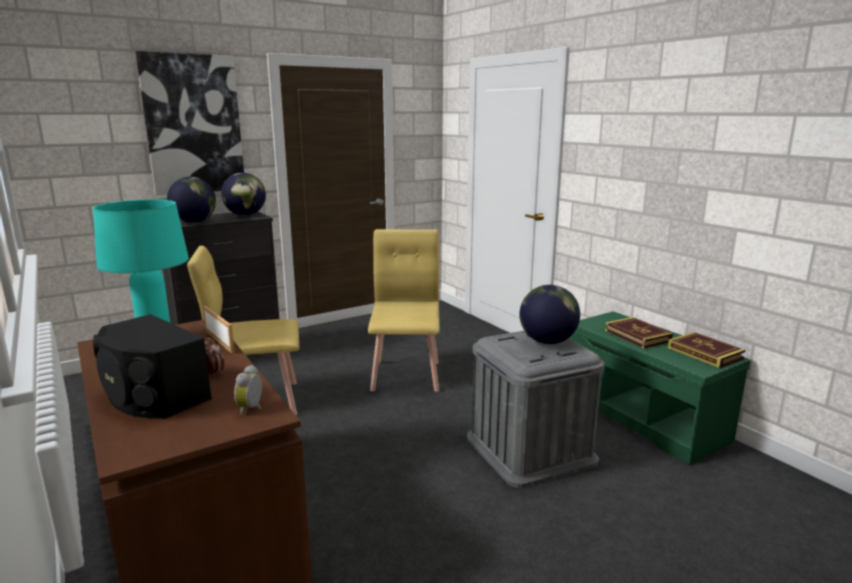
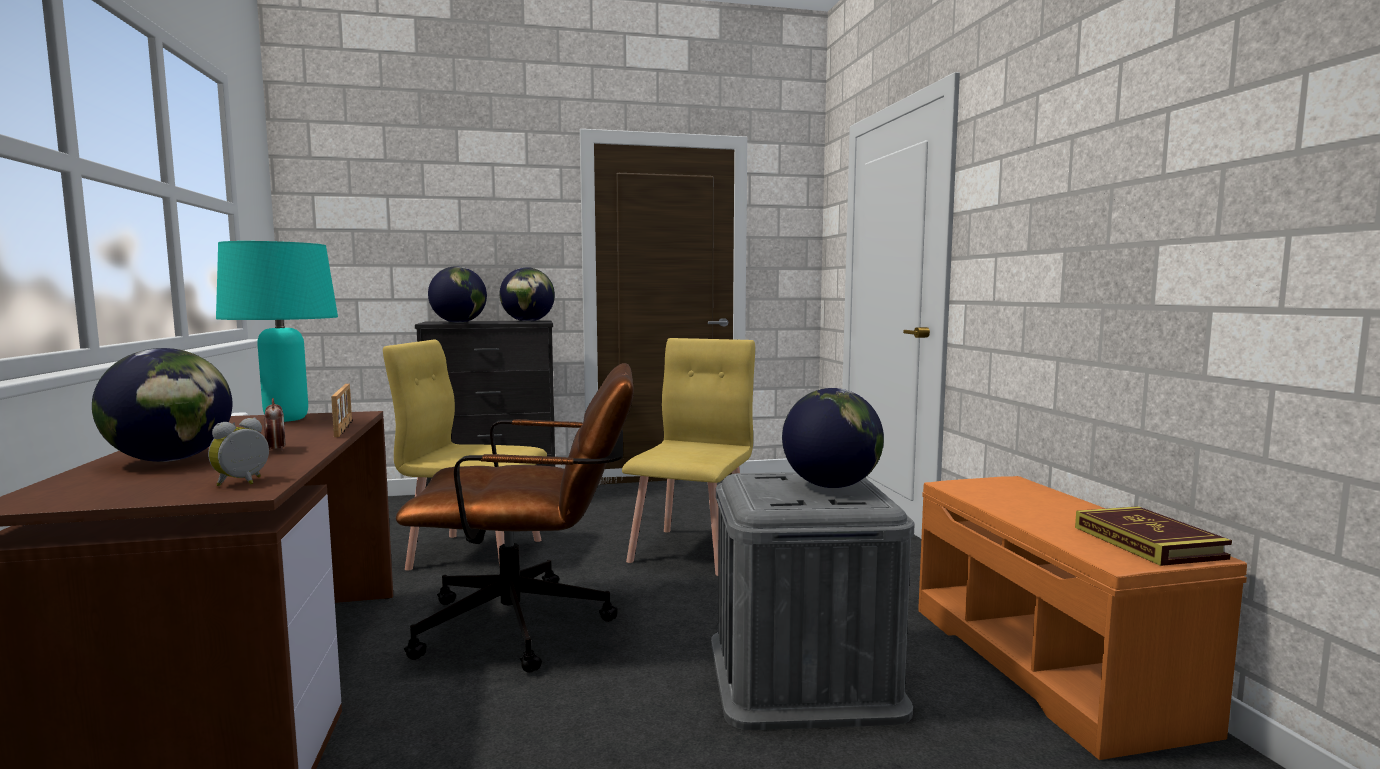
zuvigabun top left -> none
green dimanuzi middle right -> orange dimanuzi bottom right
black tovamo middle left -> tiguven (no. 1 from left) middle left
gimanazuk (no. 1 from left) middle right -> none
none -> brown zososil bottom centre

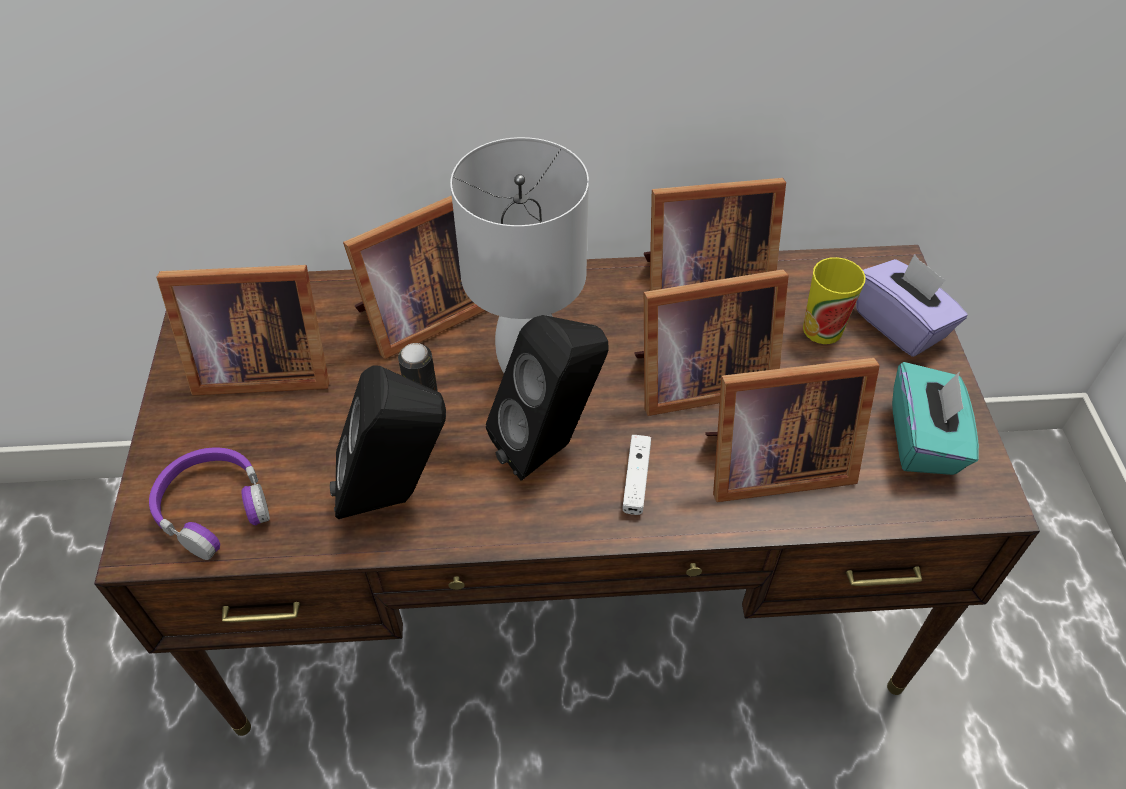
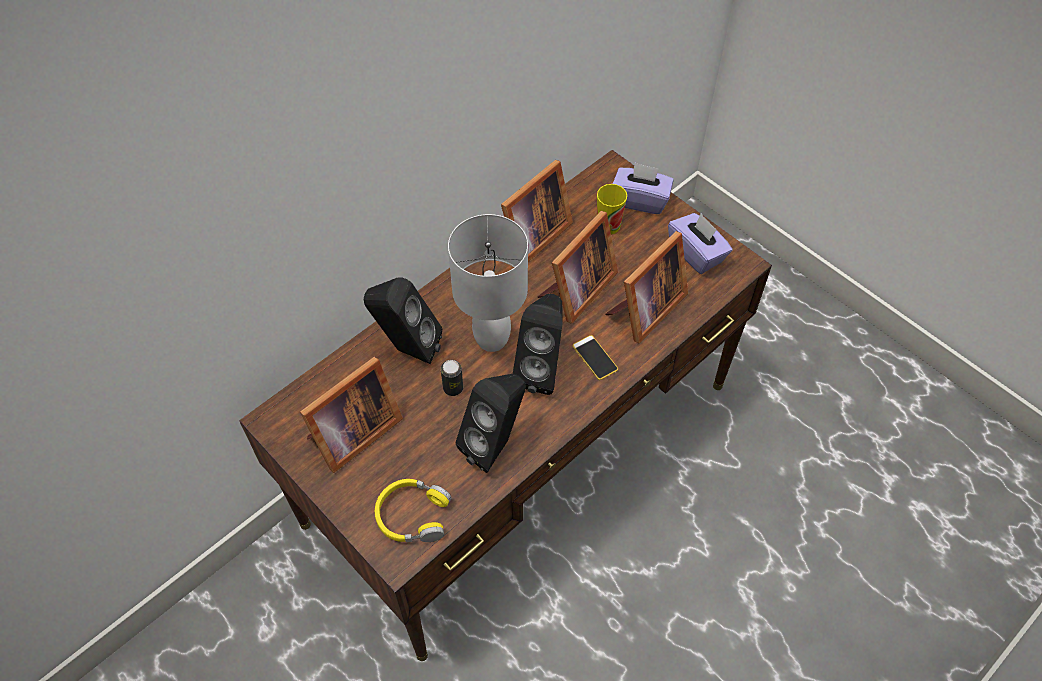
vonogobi (no. 2 from left) centre -> black tovamo (no. 1 from left) centre
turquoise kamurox middle right -> purple kamurox (no. 2 from left) middle right
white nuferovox centre -> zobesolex centre
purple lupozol middle left -> yellow lupozol bottom centre

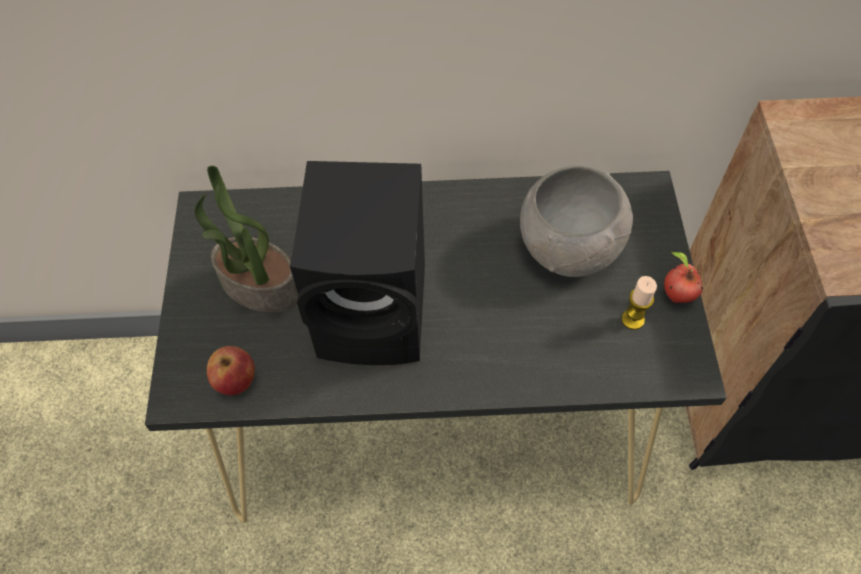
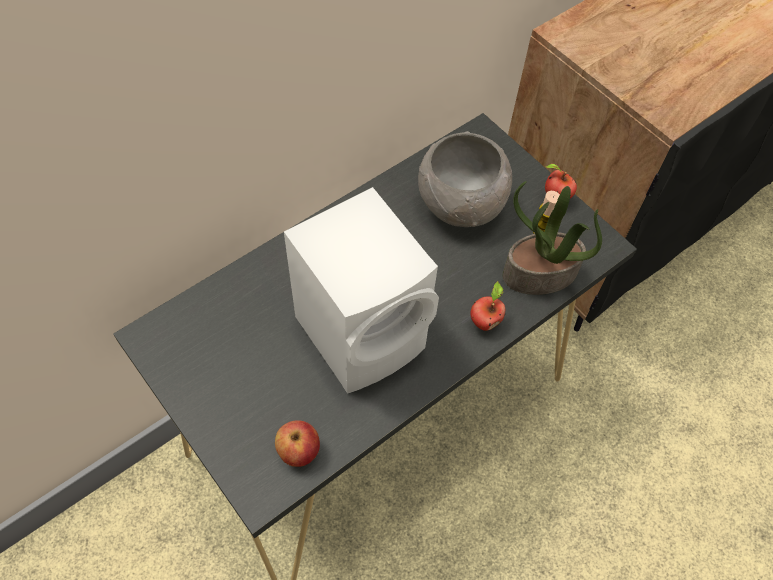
black tovamo centre -> white tovamo centre
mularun middle left -> mularun middle right, shifted
none -> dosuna (no. 2 from left) centre

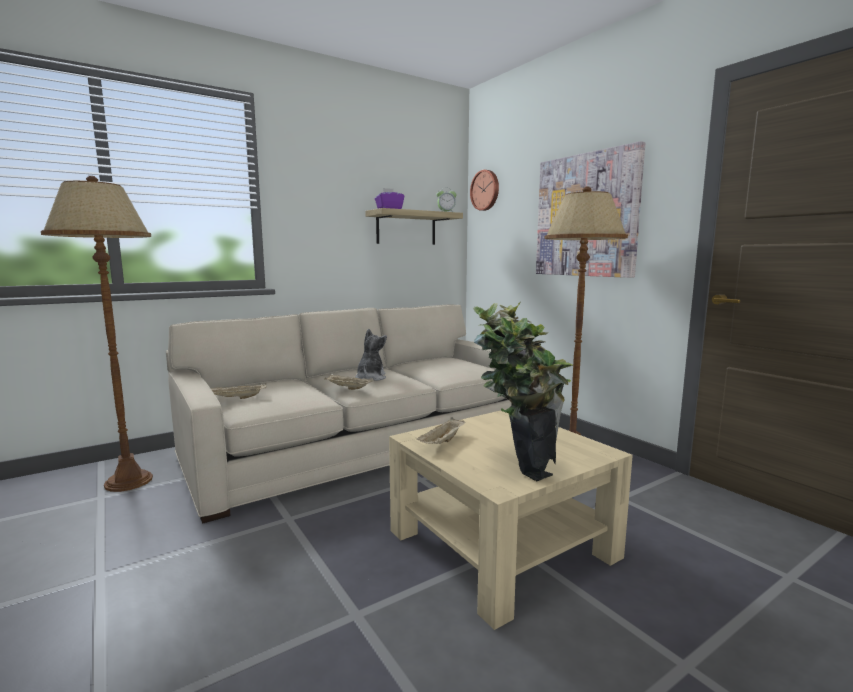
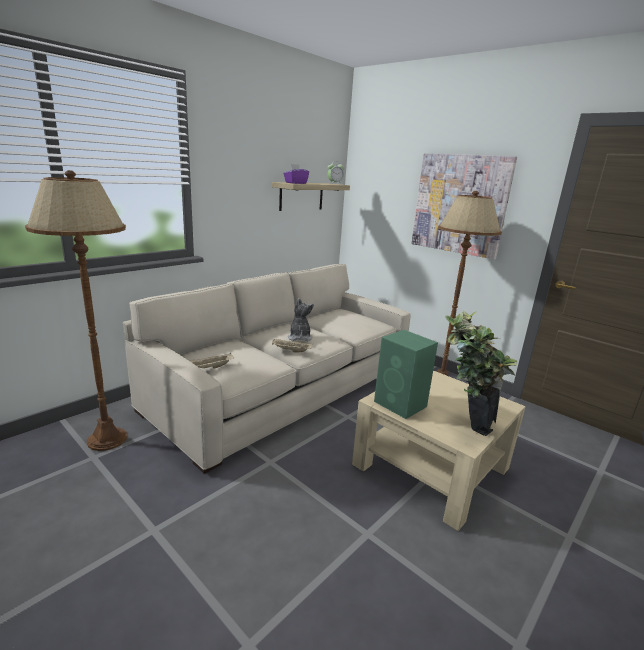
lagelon top centre -> none
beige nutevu (no. 3 from left) centre -> green tovamo centre

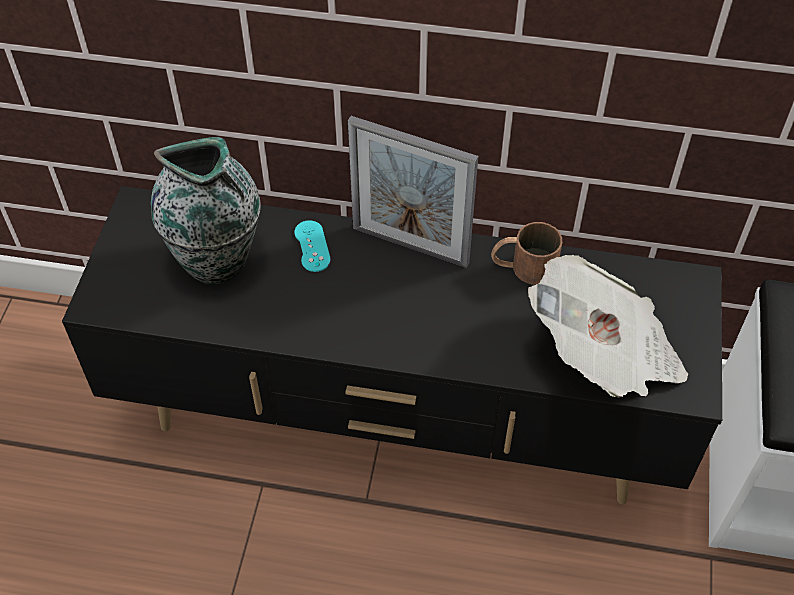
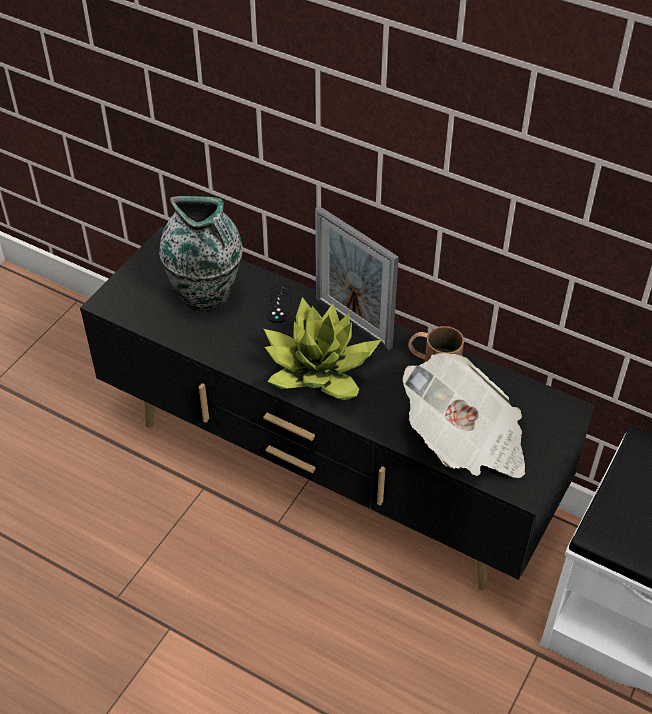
turquoise nuferovox centre -> black nuferovox centre
none -> mularun centre

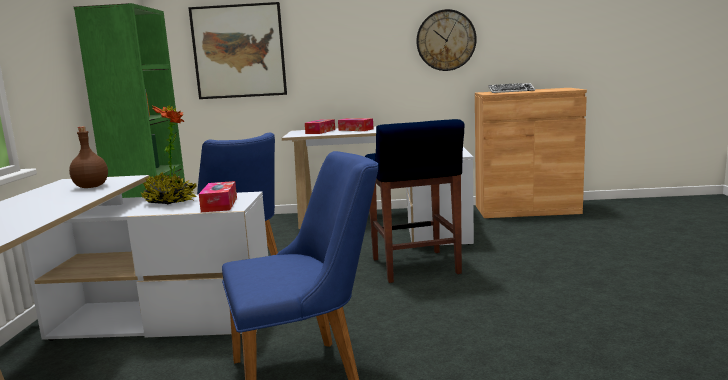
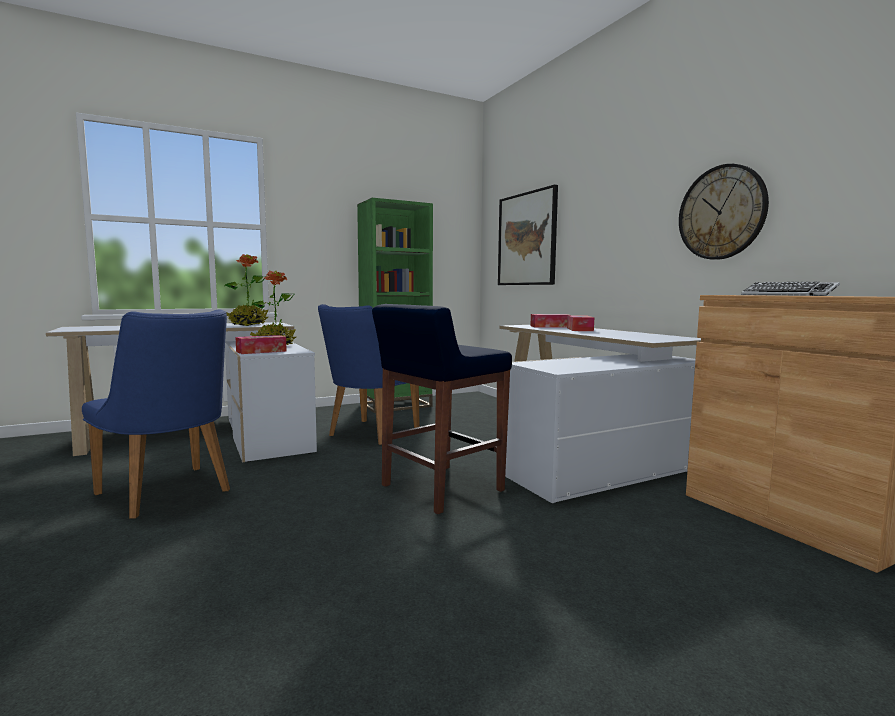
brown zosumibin middle left -> mularun (no. 1 from left) middle left

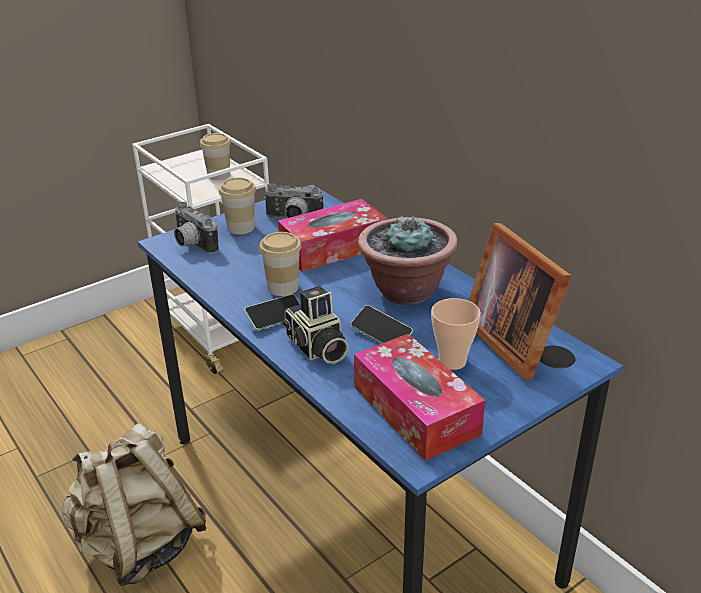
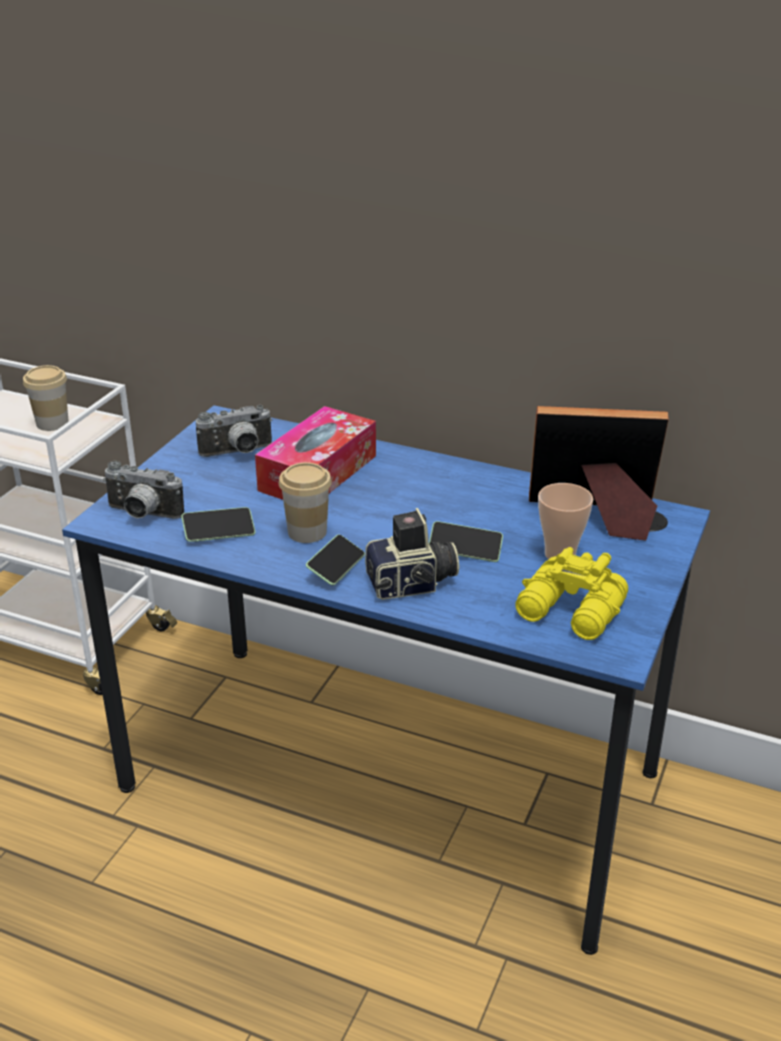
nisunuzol (no. 2 from left) centre -> none
mularun centre -> none
vonogobi middle right, 150 degrees clockwise
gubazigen (no. 3 from left) centre, 45 degrees counterclockwise
kamurox (no. 2 from left) bottom centre -> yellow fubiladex middle right
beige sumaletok bottom left -> none
none -> zobesolex (no. 1 from left) middle left

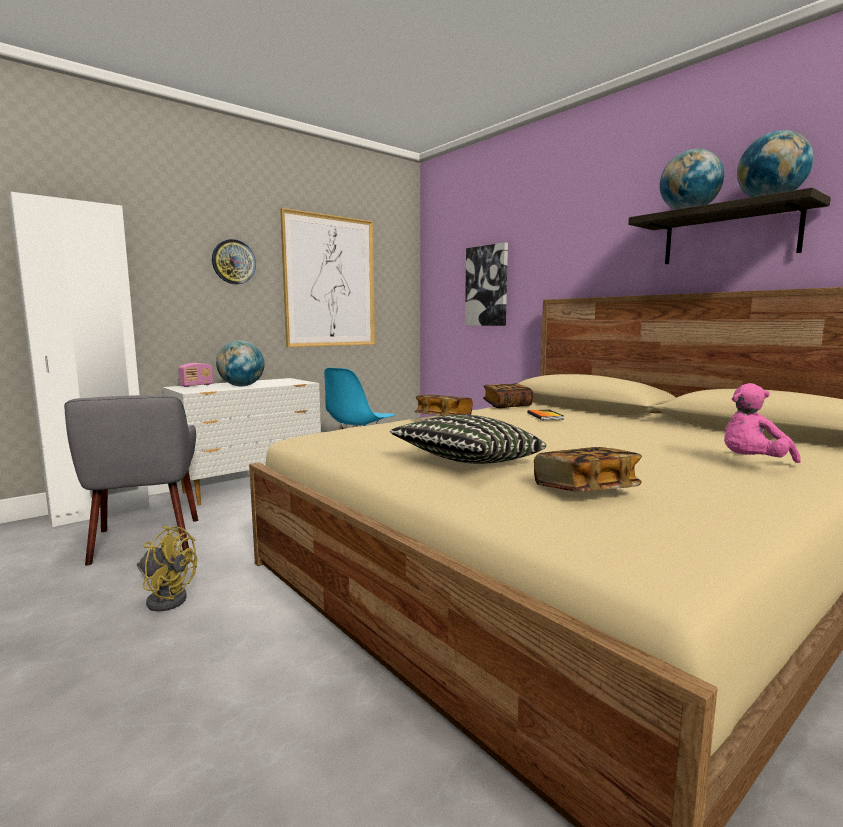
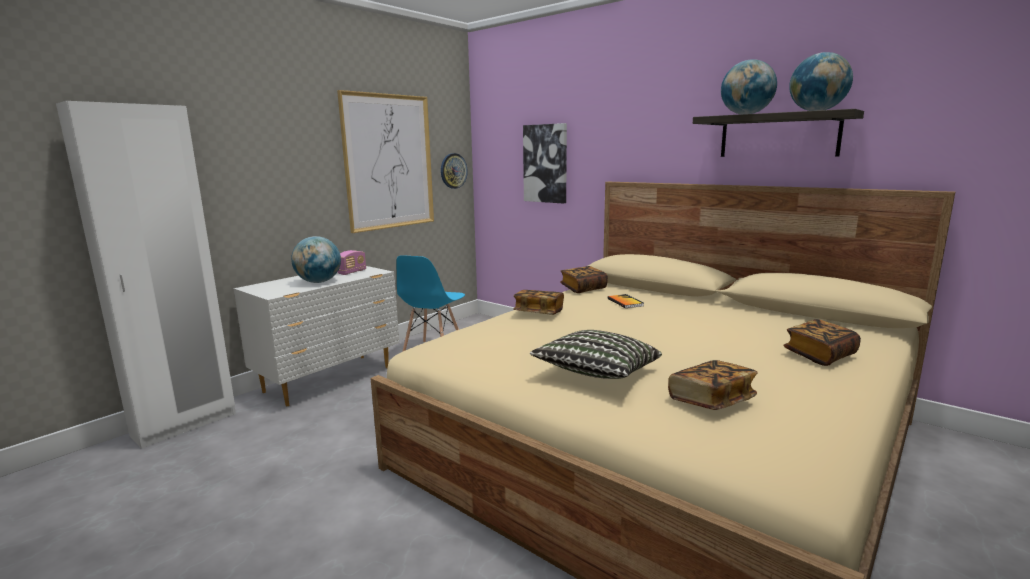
lagelon top left -> lagelon top centre, shifted
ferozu middle left -> ferozu centre, shifted
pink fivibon middle right -> gimanazuk (no. 5 from left) middle right
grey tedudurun middle left -> none
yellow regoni bottom left -> none

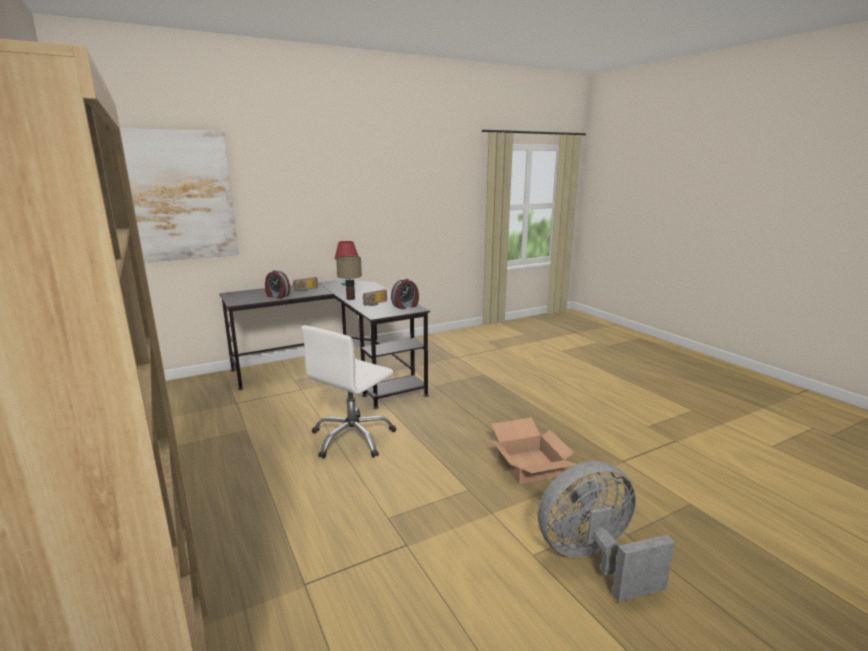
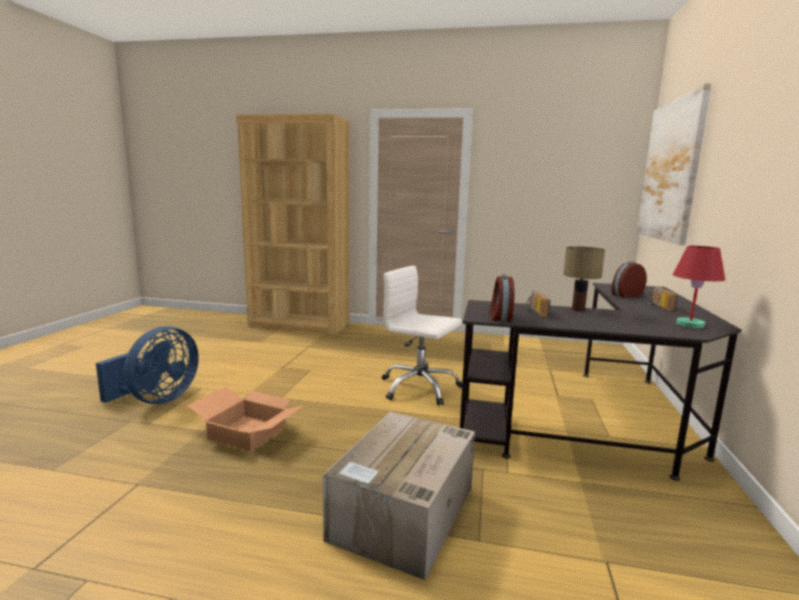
white zososil centre, 45 degrees counterclockwise
grey regoni bottom right -> blue regoni middle left
none -> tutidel (no. 2 from left) bottom centre

